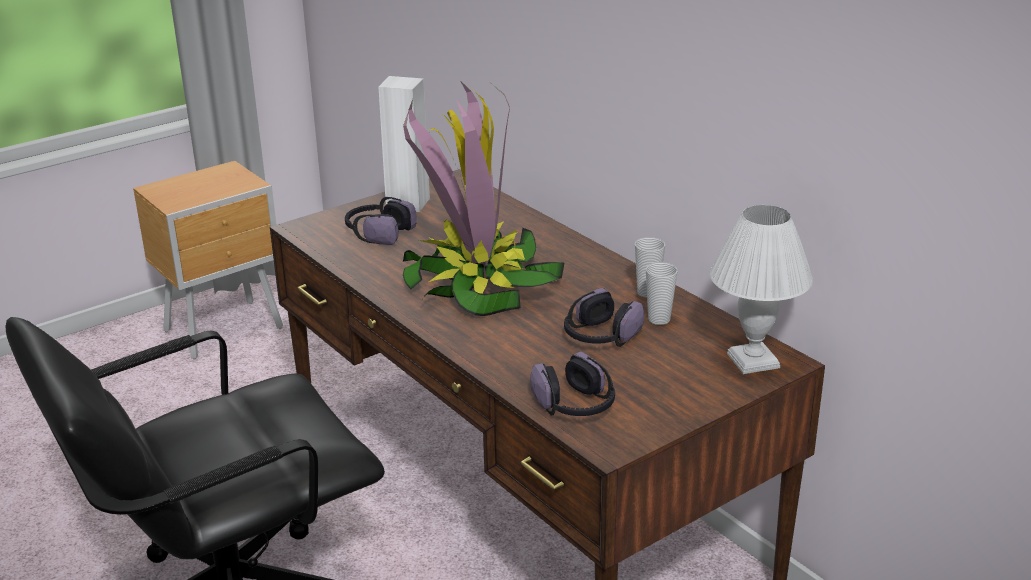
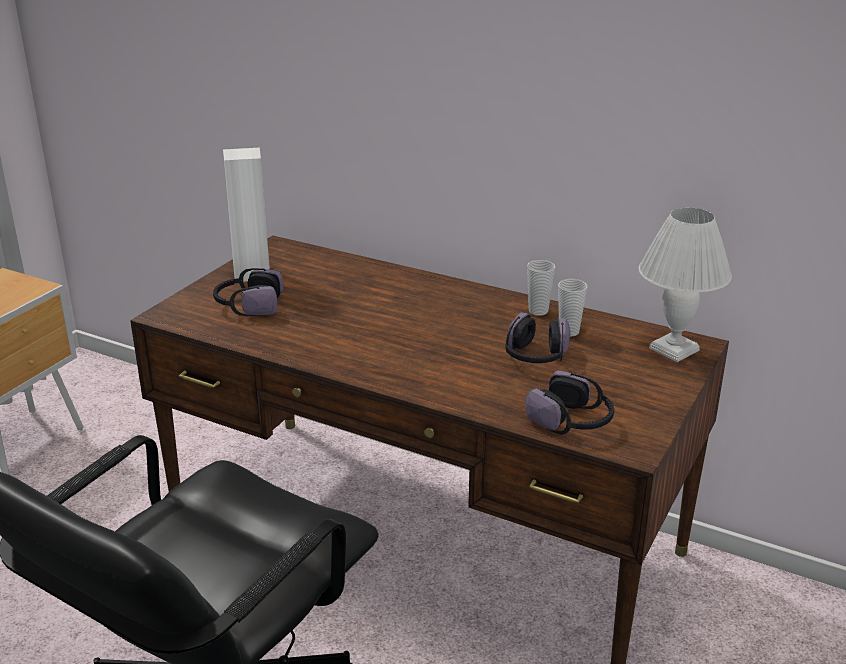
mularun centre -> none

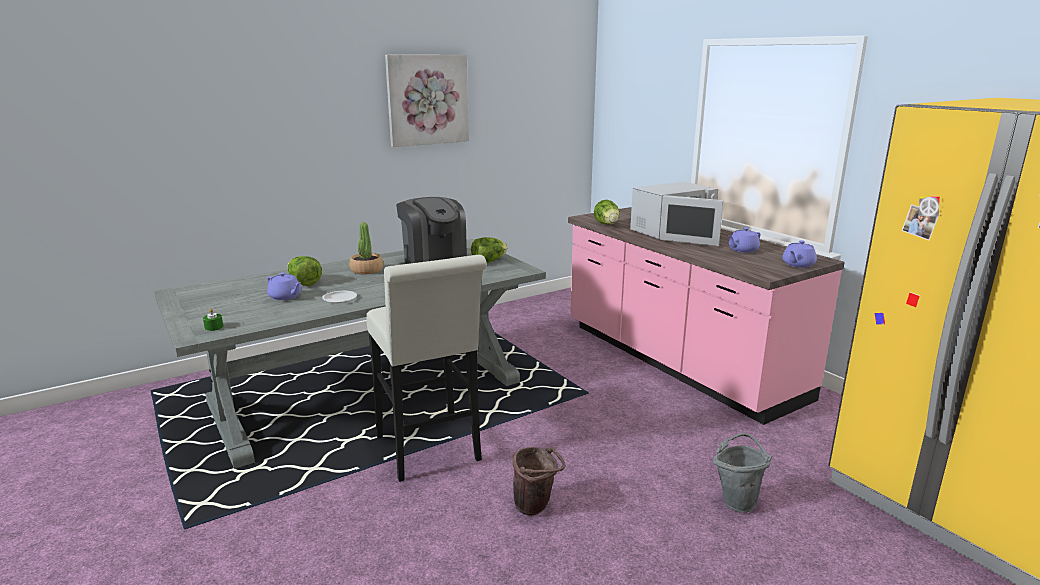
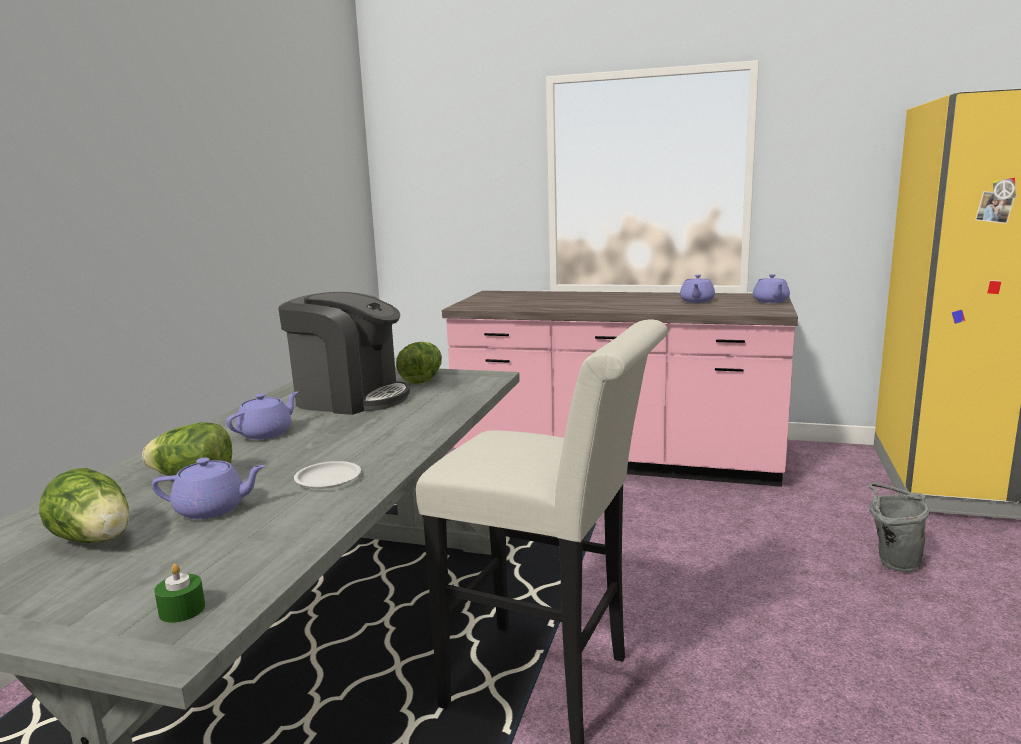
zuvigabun top centre -> none
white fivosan centre -> none
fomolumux (no. 3 from left in the first image) centre -> fomolumux (no. 1 from left) bottom left, shifted
mularun centre -> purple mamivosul (no. 2 from left) middle left
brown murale bottom centre -> none

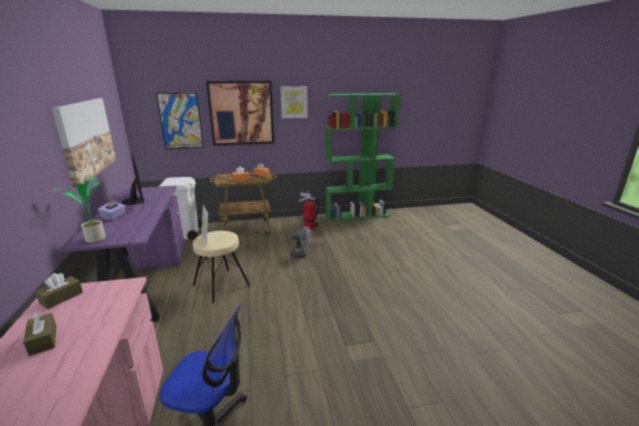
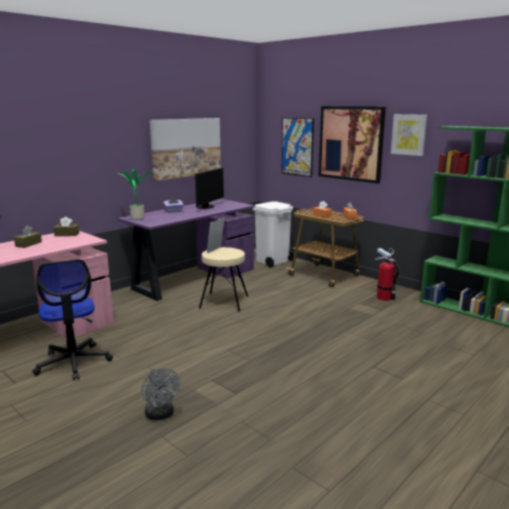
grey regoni centre -> grey regoni bottom left, shifted

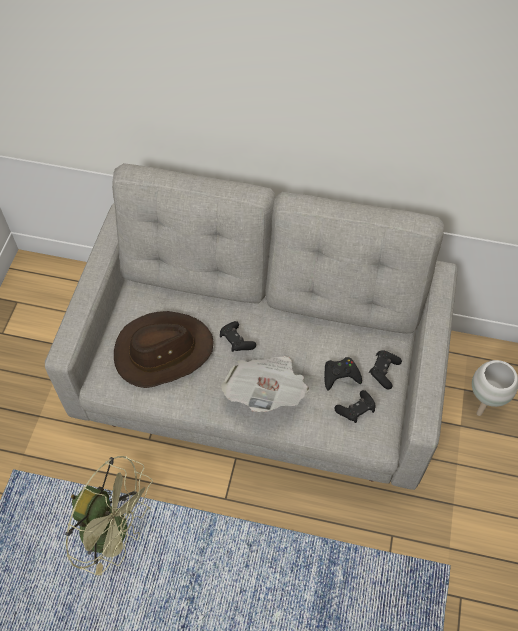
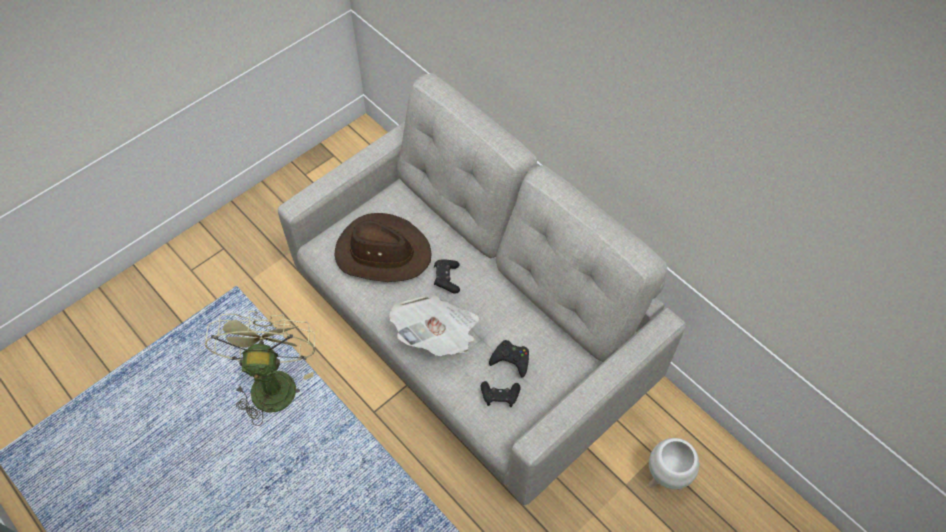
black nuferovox (no. 4 from left) middle right -> none
green regoni bottom left, 150 degrees counterclockwise

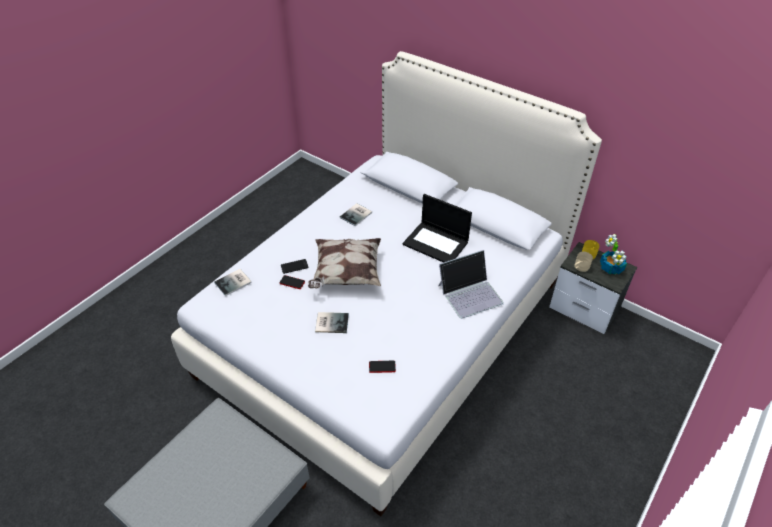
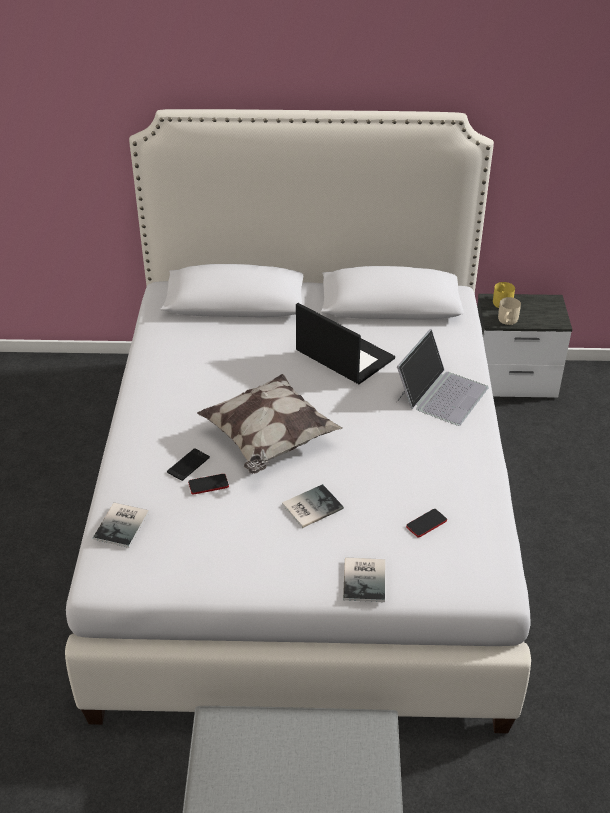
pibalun (no. 1 from left) centre, 135 degrees counterclockwise
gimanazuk (no. 3 from left) centre -> gimanazuk (no. 3 from left) bottom centre, shifted
mularun middle right -> none

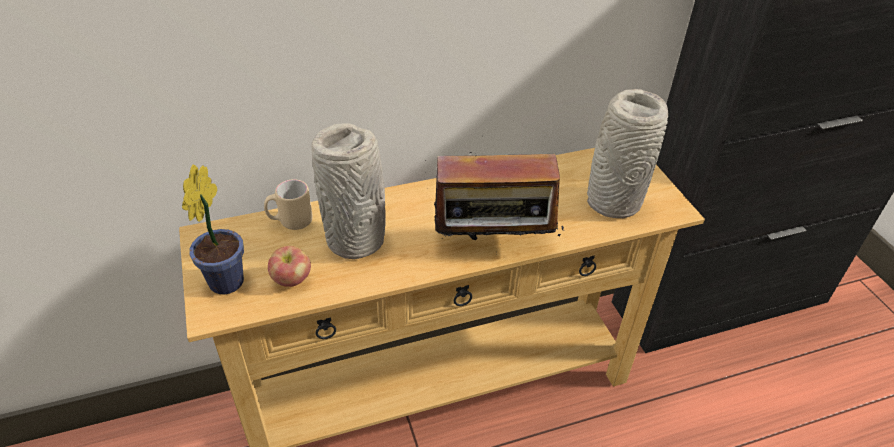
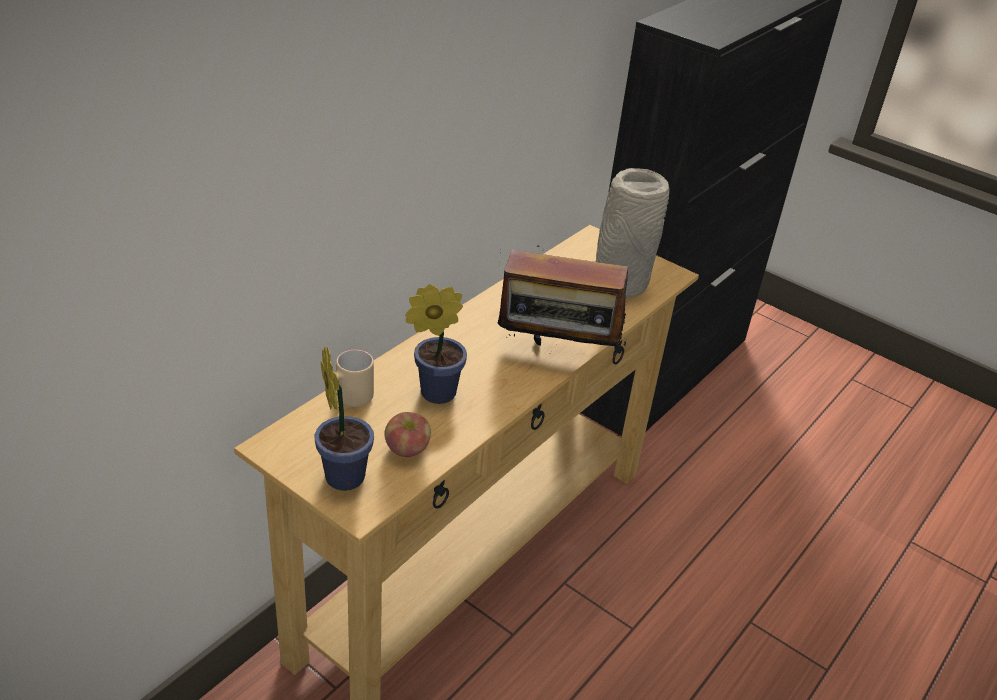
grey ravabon (no. 1 from left) centre -> mularun (no. 2 from left) centre
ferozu centre, 45 degrees clockwise

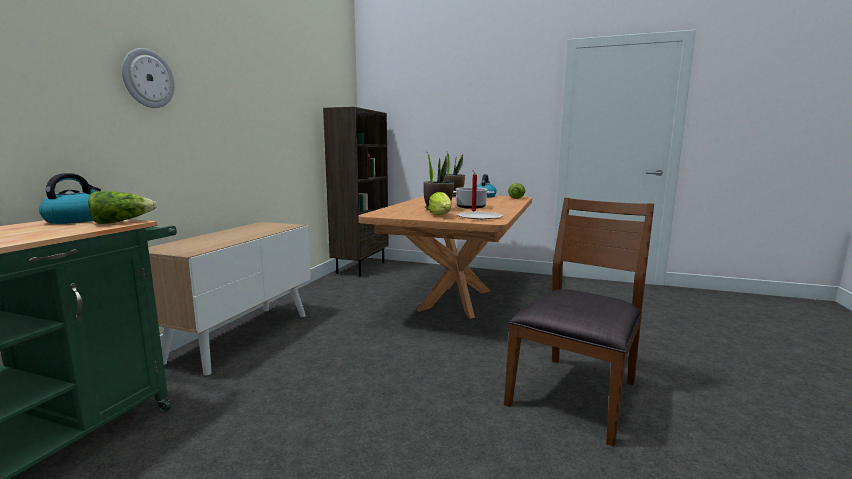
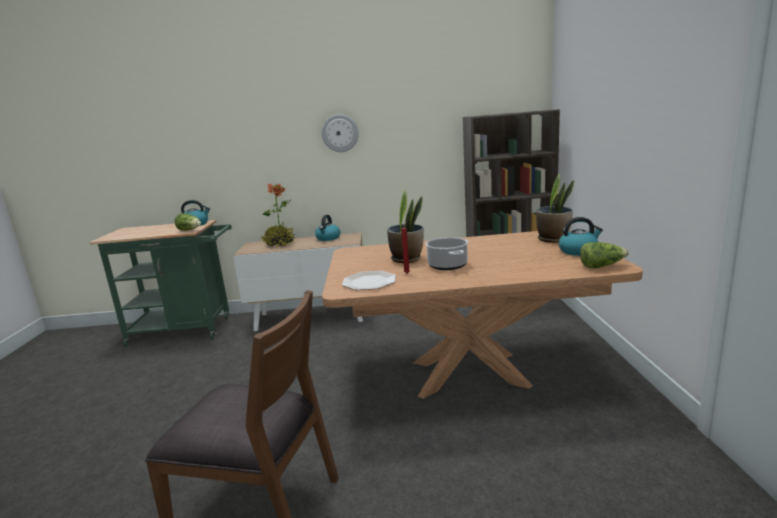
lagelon top left -> lagelon top centre, shifted
fomolumux (no. 2 from left) centre -> none
none -> mularun (no. 1 from left) centre
none -> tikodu (no. 2 from left) centre

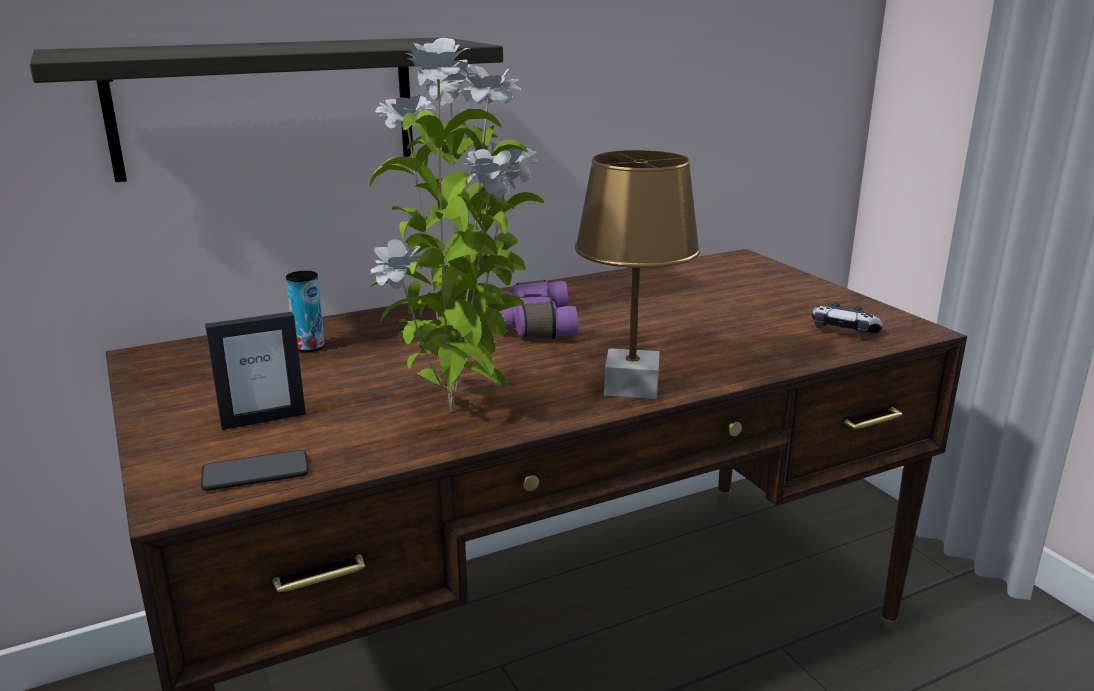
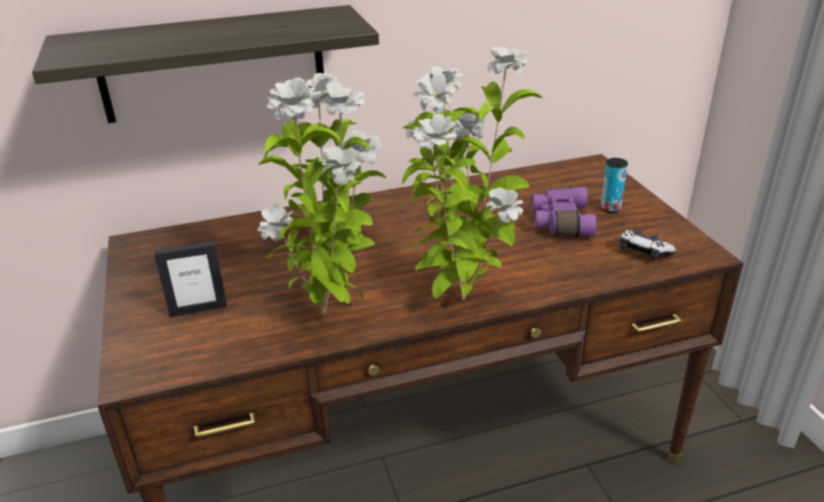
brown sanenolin centre -> mularun (no. 2 from left) centre
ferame middle left -> ferame middle right, shifted
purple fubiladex centre -> purple fubiladex middle right, shifted
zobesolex bottom left -> none

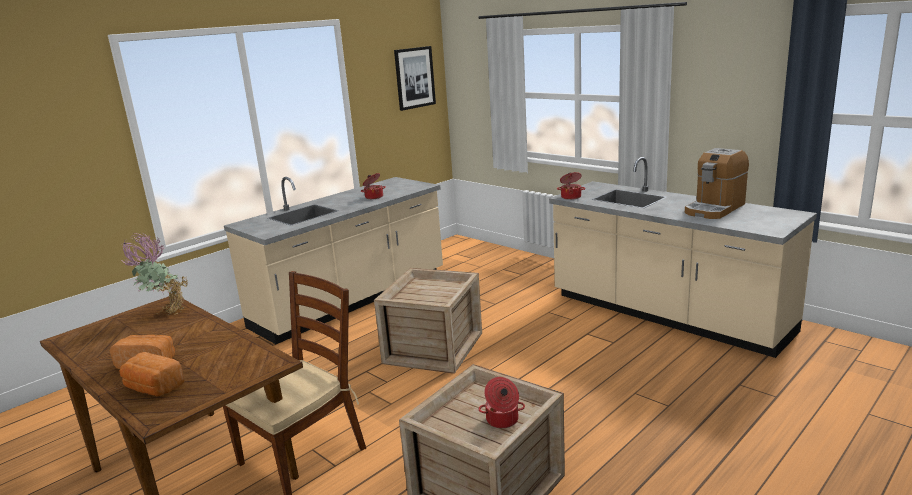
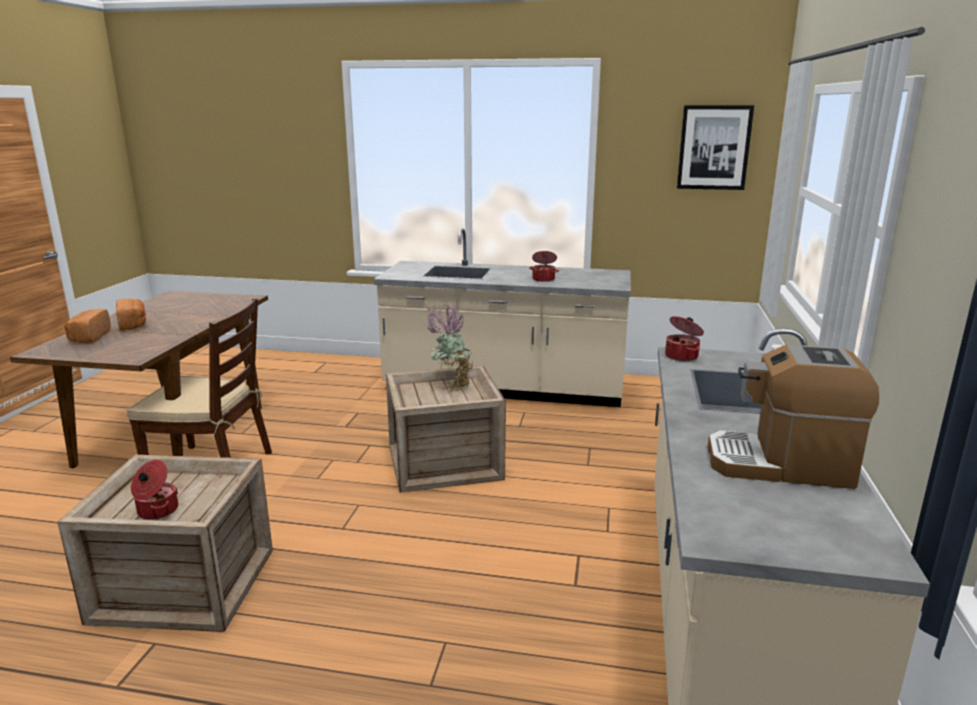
mularun middle left -> mularun centre, shifted

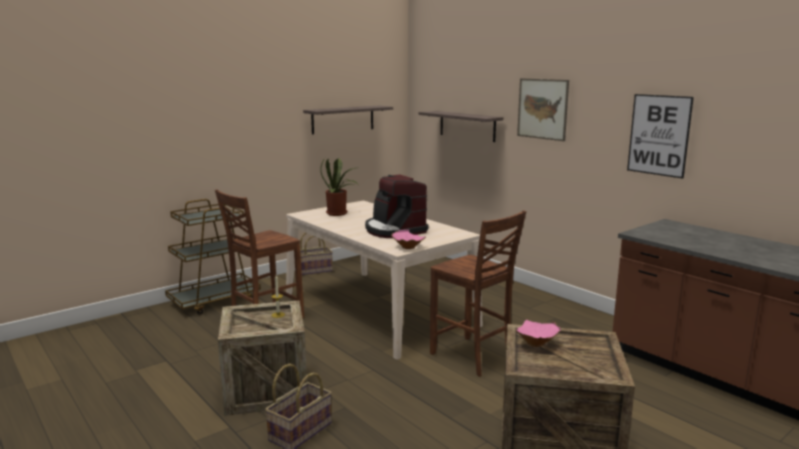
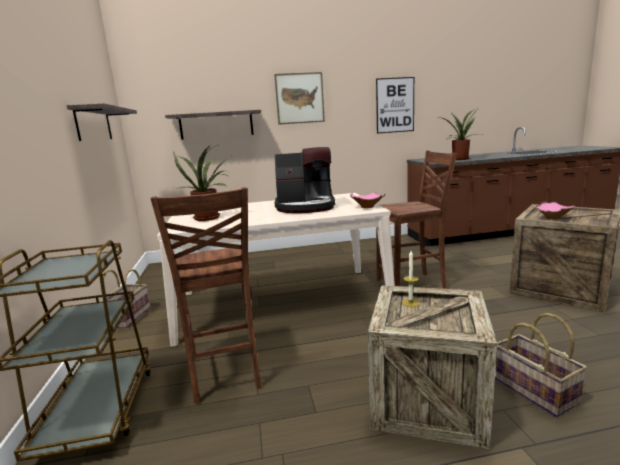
none -> mularun (no. 2 from left) top right

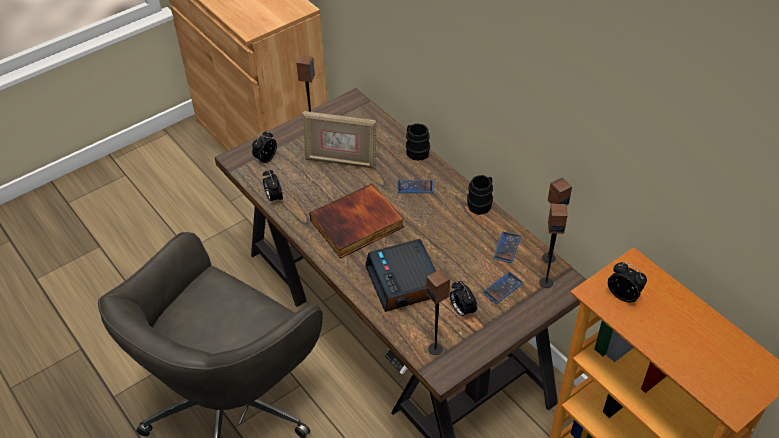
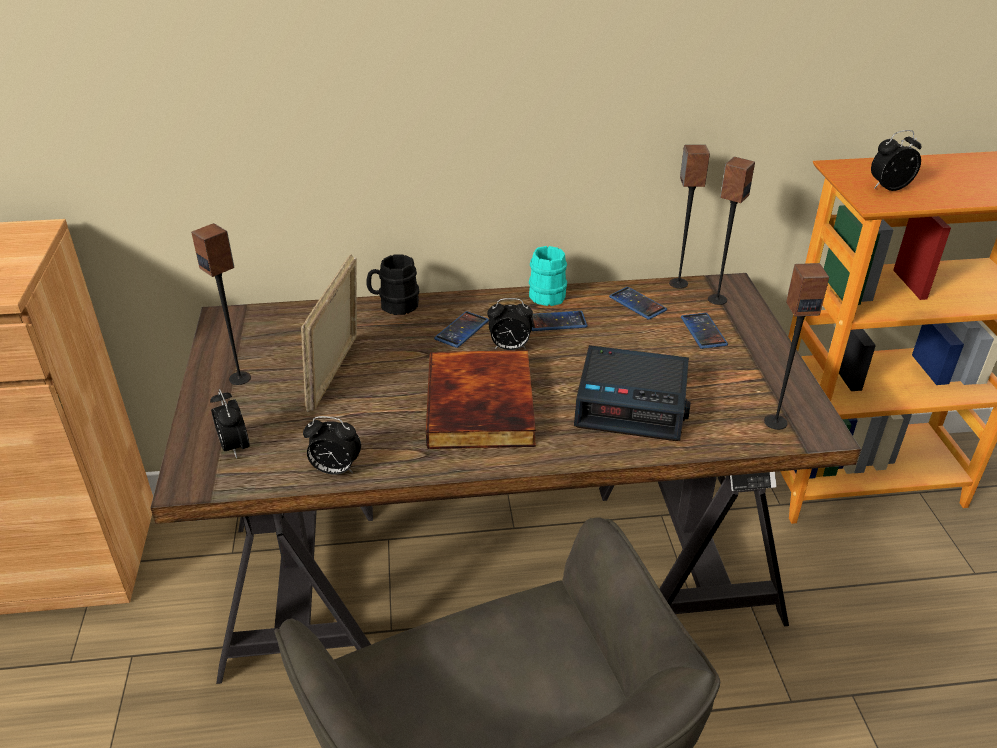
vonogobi top centre -> vonogobi middle left, 150 degrees clockwise
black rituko (no. 2 from left) centre -> turquoise rituko centre
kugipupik (no. 4 from left in the first image) bottom centre -> kugipupik (no. 3 from left) centre, shifted
none -> zobesolex (no. 2 from left) centre

